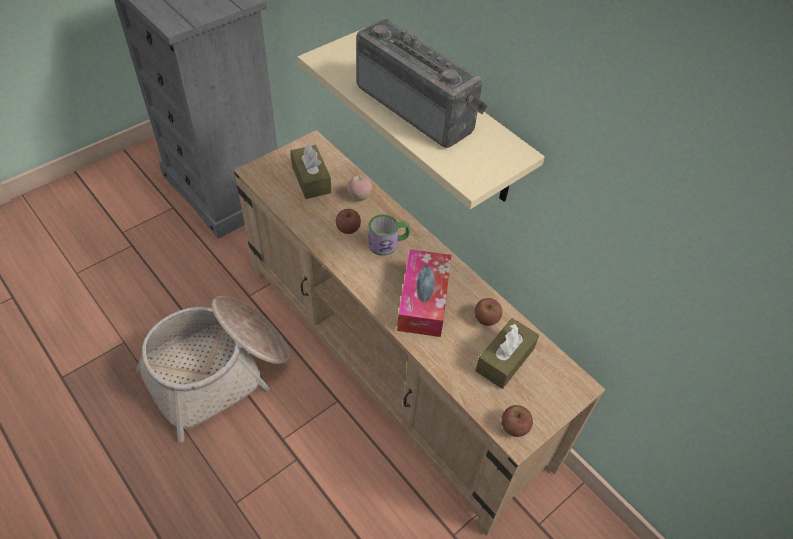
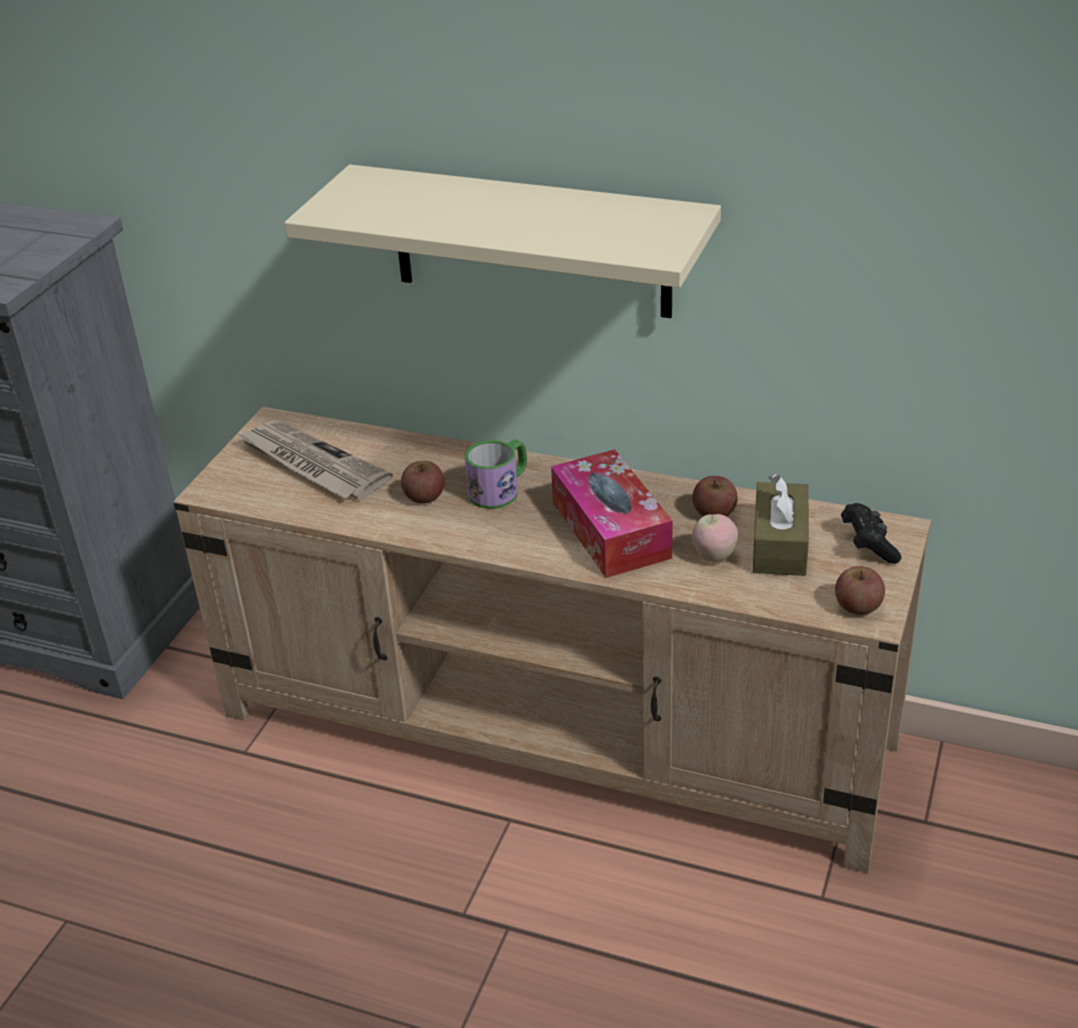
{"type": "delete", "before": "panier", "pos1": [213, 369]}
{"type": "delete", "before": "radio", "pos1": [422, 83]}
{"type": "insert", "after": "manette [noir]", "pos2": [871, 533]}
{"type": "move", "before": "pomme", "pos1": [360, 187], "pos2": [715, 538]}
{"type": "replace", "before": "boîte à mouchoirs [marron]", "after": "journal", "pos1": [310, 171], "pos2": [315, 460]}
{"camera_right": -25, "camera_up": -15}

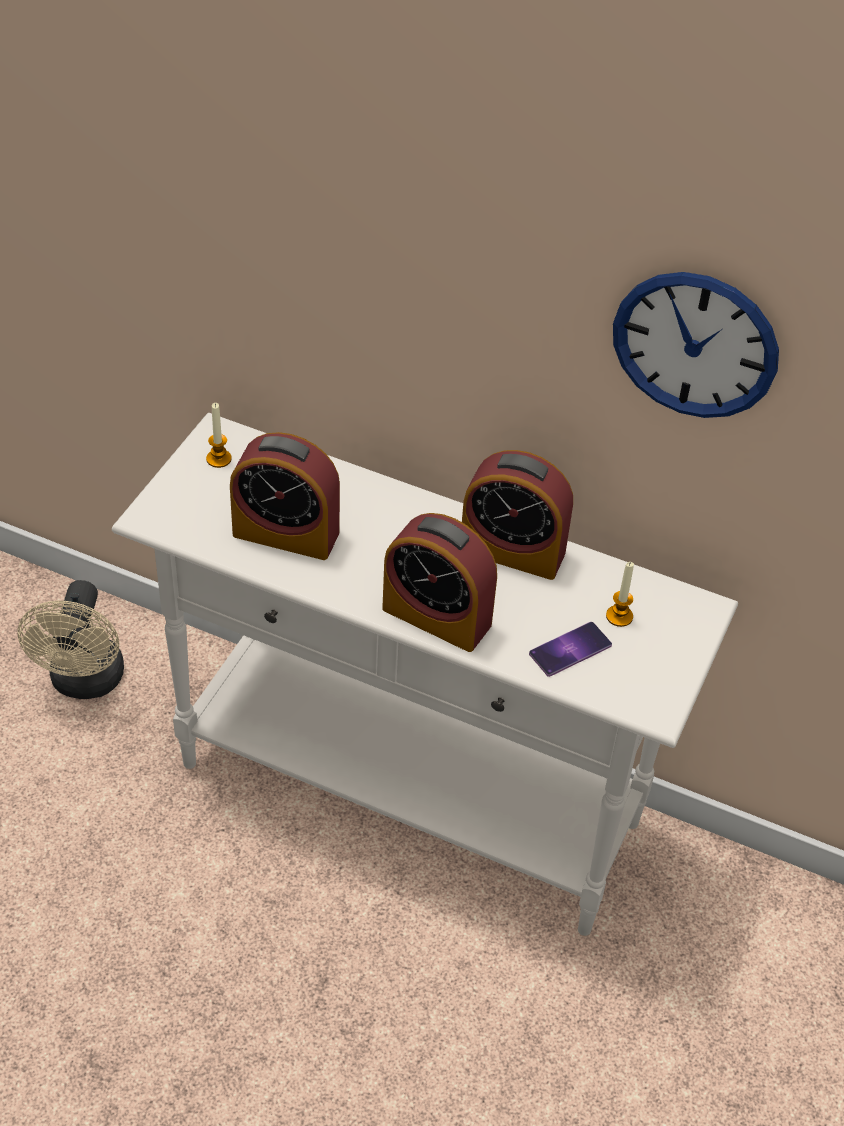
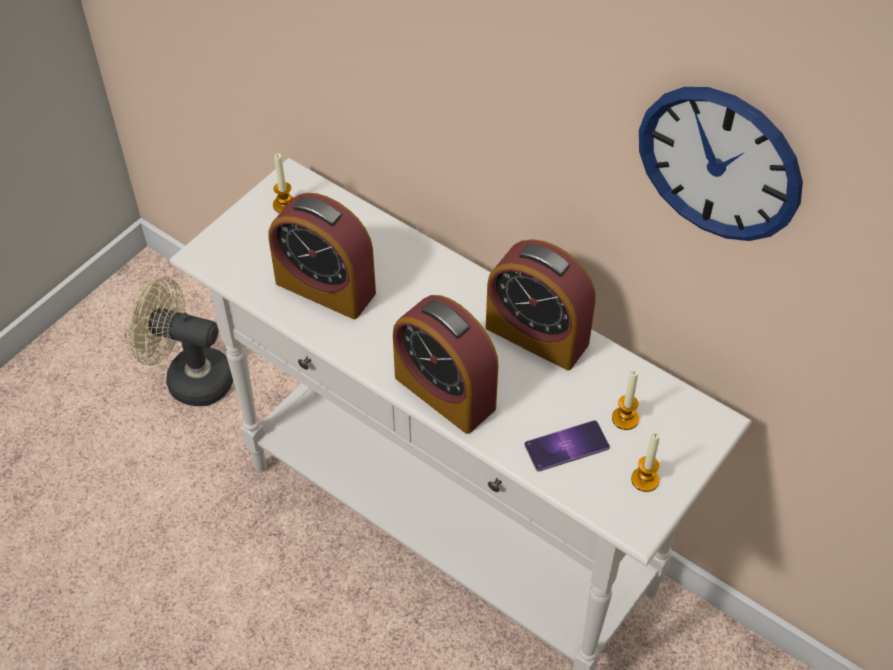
{"type": "insert", "after": "bougie", "pos2": [645, 462]}
{"type": "rotate", "before": "ventilateur [beige]", "pos1": [71, 639], "pos2": [180, 341], "turn": 90}
{"camera_right": 15, "camera_up": 5}

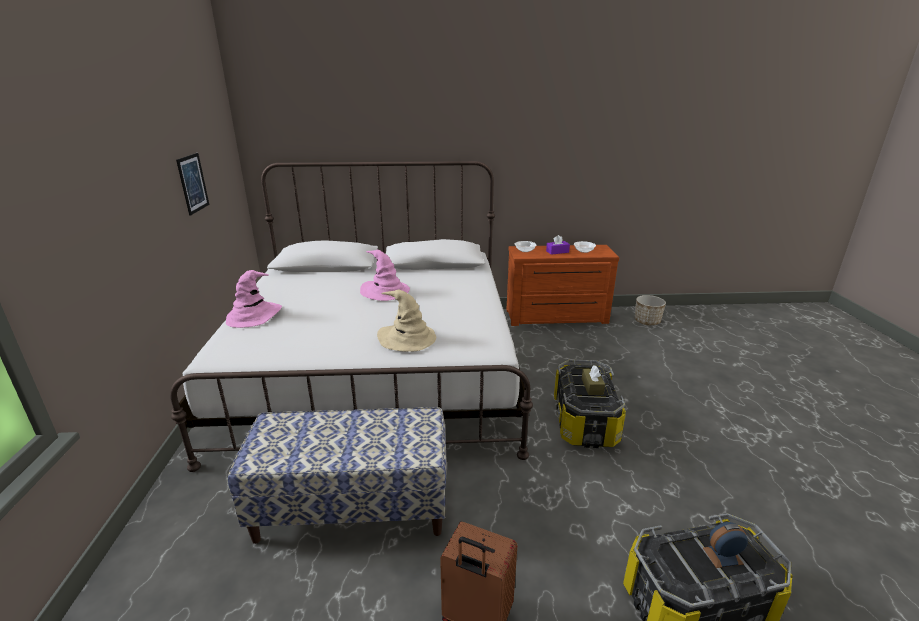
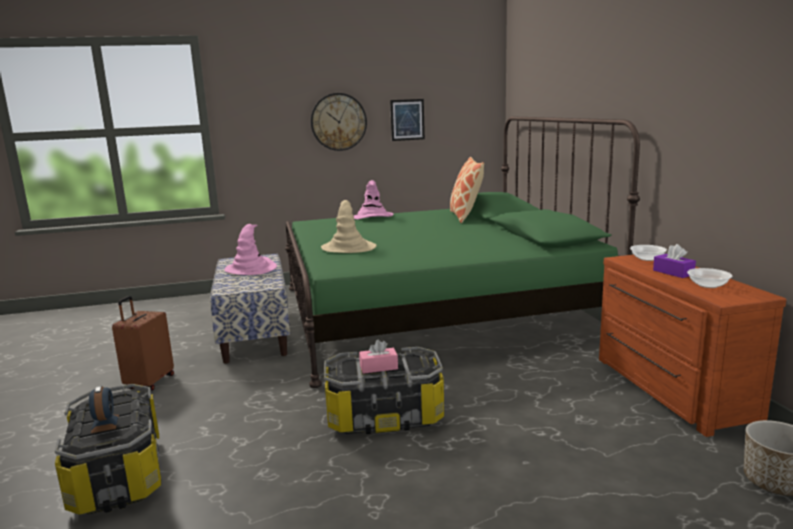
{"type": "insert", "after": "horloge murale", "pos2": [339, 122]}
{"type": "insert", "after": "coussin", "pos2": [467, 190]}
{"type": "move", "before": "chapeau [rose]", "pos1": [385, 275], "pos2": [250, 249]}
{"type": "recolor", "before": "lit [blanc]", "after": "lit [vert]", "pos1": [351, 316], "pos2": [462, 252]}
{"type": "recolor", "before": "boîte à mouchoirs [marron]", "after": "boîte à mouchoirs [rose]", "pos1": [593, 380], "pos2": [378, 357]}
{"camera_right": 80, "camera_up": -10}

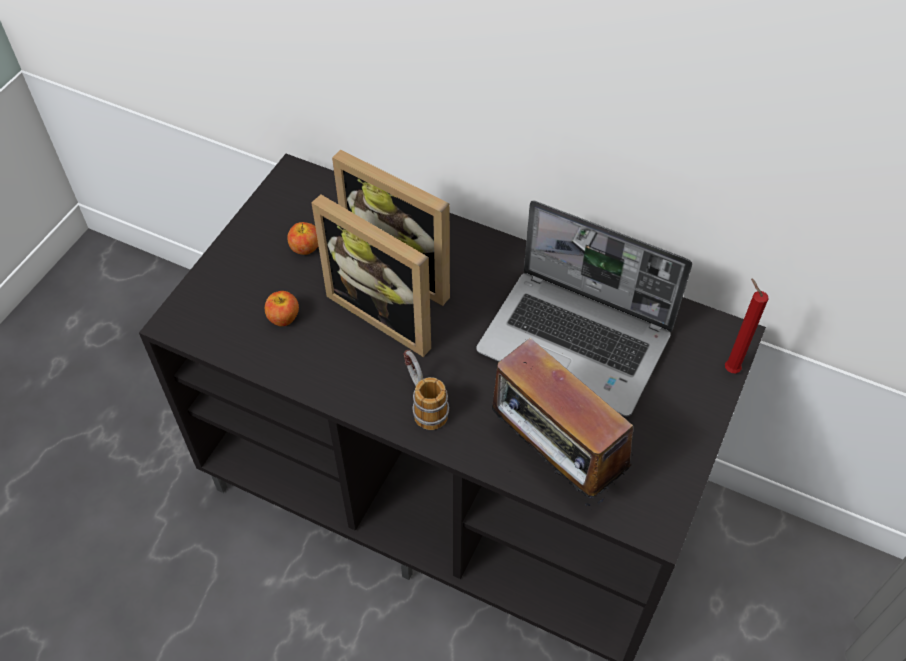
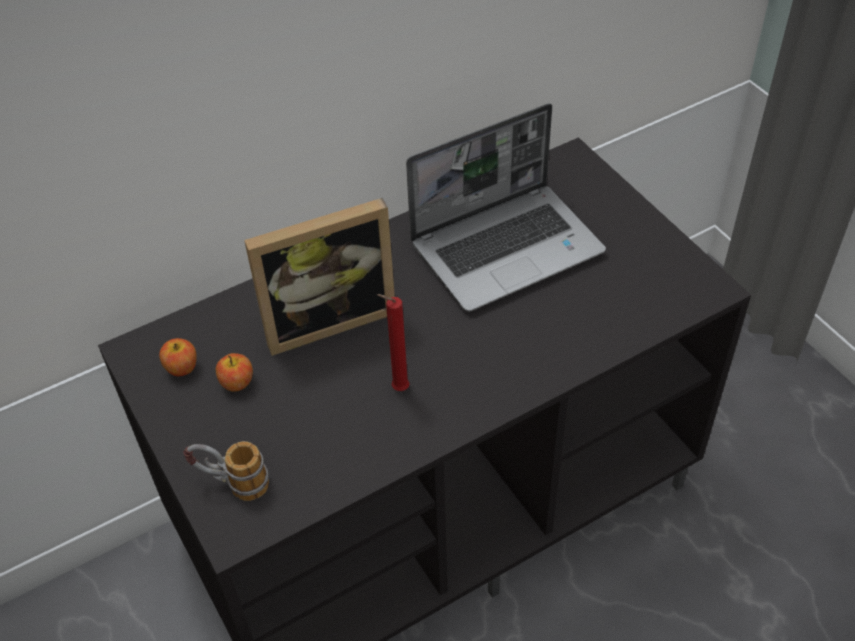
{"type": "delete", "before": "cadre photo", "pos1": [371, 275]}
{"type": "delete", "before": "radio", "pos1": [562, 422]}
{"type": "move", "before": "pomme", "pos1": [282, 308], "pos2": [178, 357]}
{"type": "move", "before": "mug", "pos1": [426, 390], "pos2": [226, 471]}
{"type": "move", "before": "bougie [rouge]", "pos1": [747, 325], "pos2": [393, 342]}
{"camera_right": -55, "camera_up": -5}

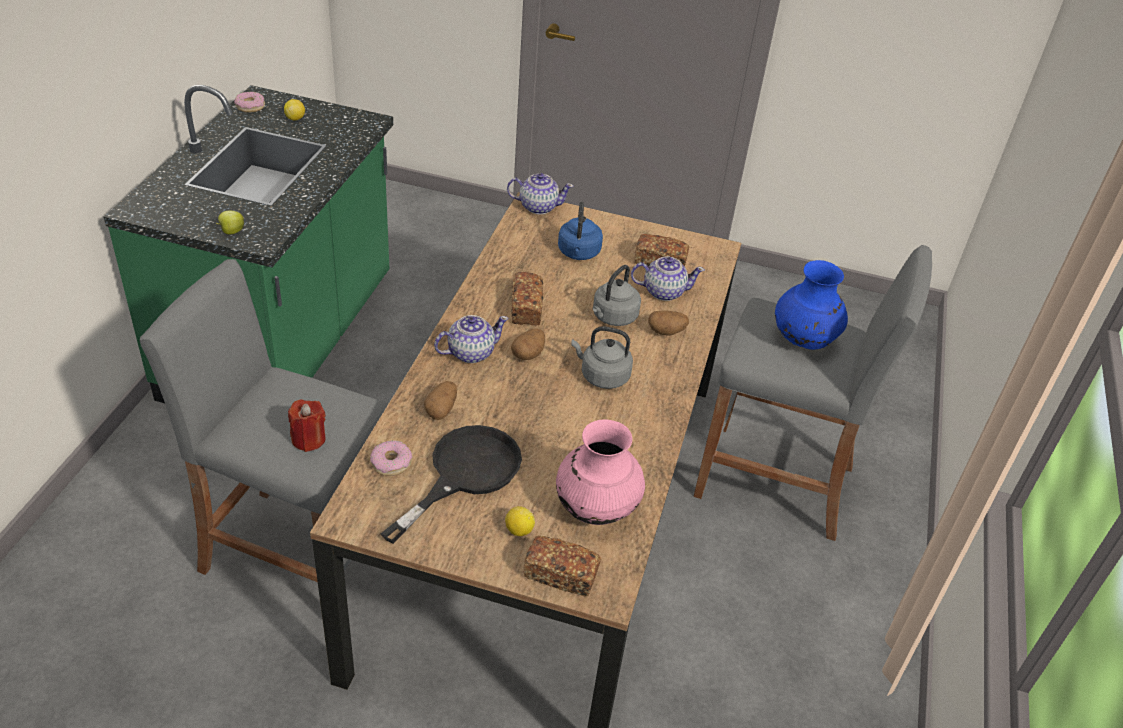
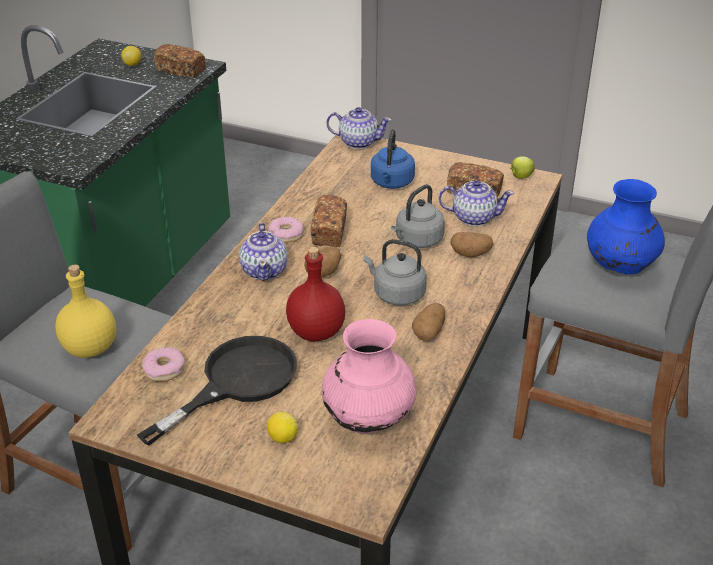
{"type": "insert", "after": "bouteille [rouge]", "pos2": [315, 294]}
{"type": "move", "before": "pomme", "pos1": [230, 222], "pos2": [522, 167]}
{"type": "move", "before": "beignet", "pos1": [249, 102], "pos2": [285, 230]}
{"type": "move", "before": "pomme de terre", "pos1": [440, 400], "pos2": [428, 322]}
{"type": "move", "before": "pain", "pos1": [562, 566], "pos2": [179, 61]}
{"type": "replace", "before": "bougie [rouge]", "after": "bouteille [jaune]", "pos1": [307, 426], "pos2": [85, 311]}
{"type": "rotate", "before": "théière", "pos1": [471, 339], "pos2": [263, 252], "turn": 105}
{"camera_right": 10, "camera_up": -5}

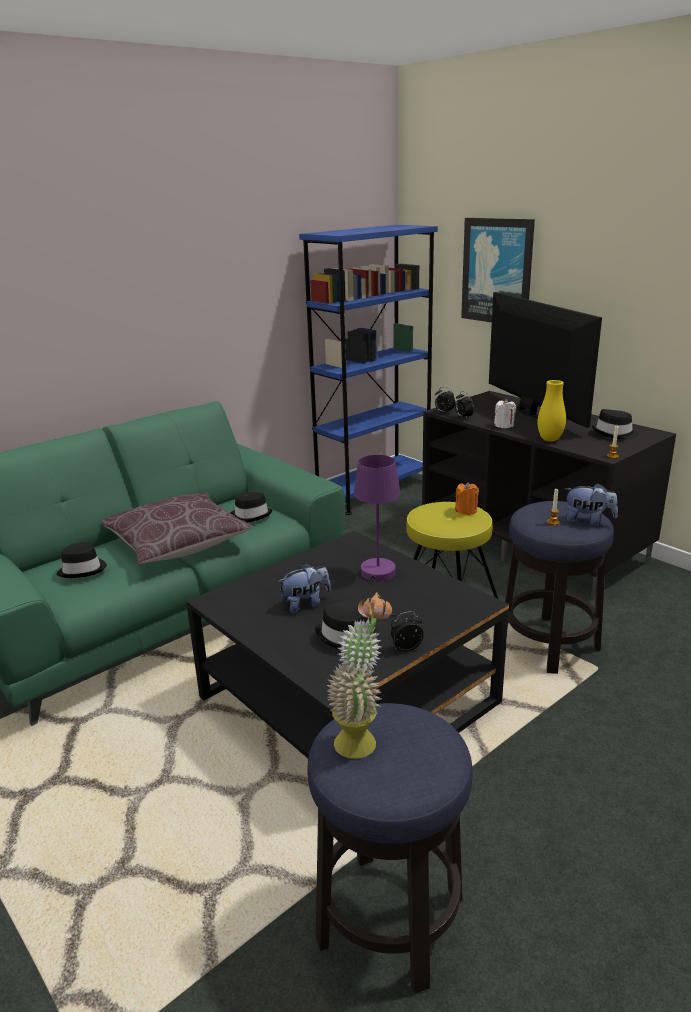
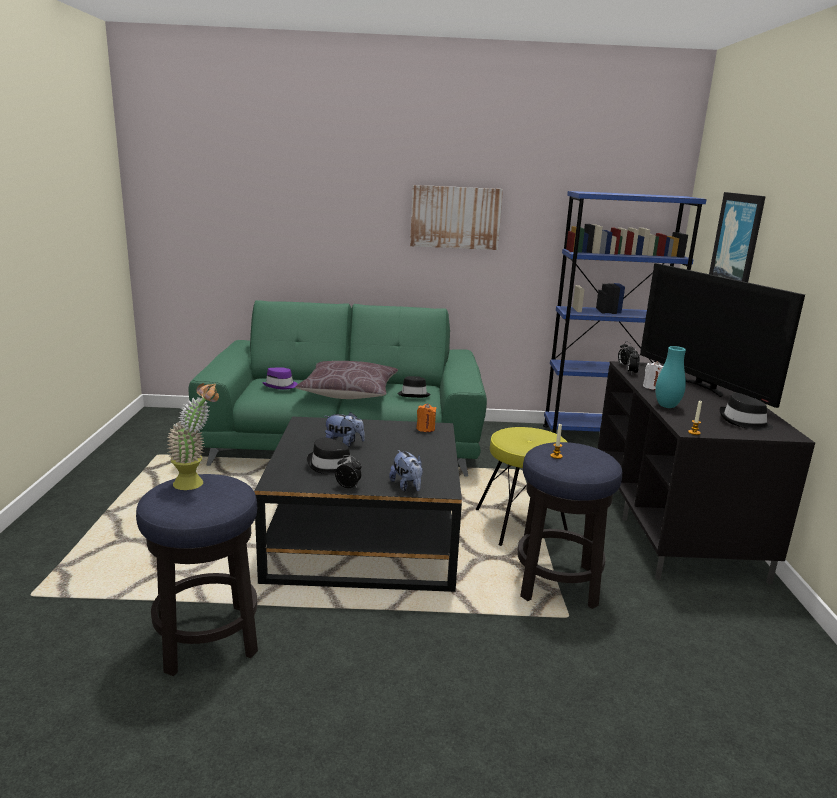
{"type": "delete", "before": "lampe de table [violet]", "pos1": [377, 535]}
{"type": "insert", "after": "tableau", "pos2": [456, 217]}
{"type": "move", "before": "bougie [orange]", "pos1": [467, 498], "pos2": [427, 417]}
{"type": "move", "before": "peluche", "pos1": [591, 504], "pos2": [406, 470]}
{"type": "recolor", "before": "chapeau [noir]", "after": "chapeau [violet]", "pos1": [81, 560], "pos2": [280, 378]}
{"type": "recolor", "before": "vase [jaune]", "after": "vase [turquoise]", "pos1": [551, 411], "pos2": [670, 377]}
{"type": "rotate", "before": "téléviseur", "pos1": [545, 360], "pos2": [722, 335], "turn": 135}
{"camera_right": 40, "camera_up": -5}

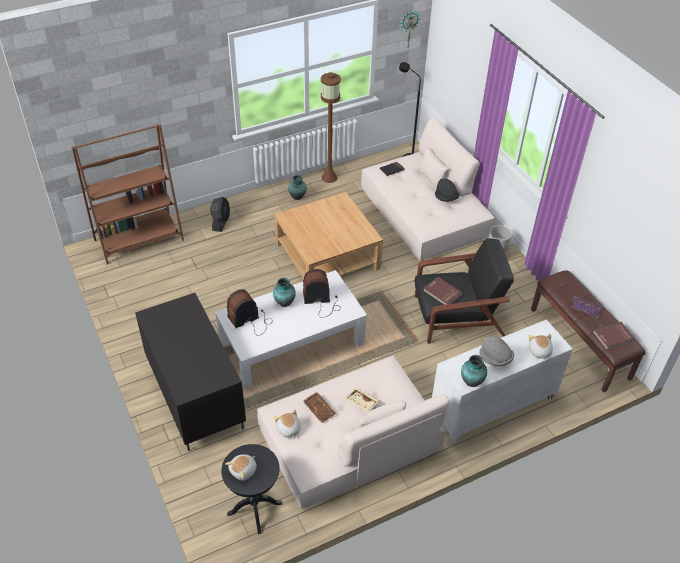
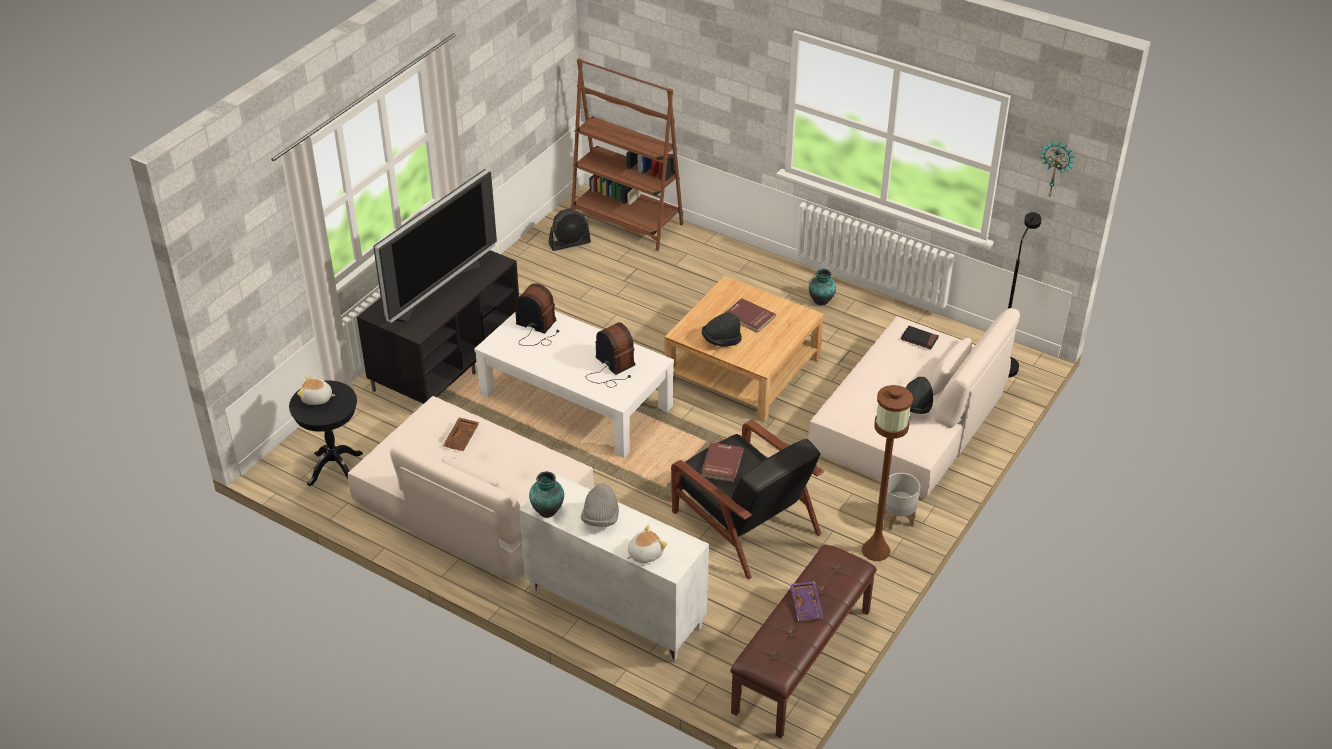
{"type": "delete", "before": "vase", "pos1": [284, 292]}
{"type": "delete", "before": "peluche", "pos1": [287, 424]}
{"type": "delete", "before": "plateau [beige]", "pos1": [362, 400]}
{"type": "insert", "after": "téléviseur", "pos2": [435, 246]}
{"type": "insert", "after": "chapeau [noir]", "pos2": [722, 329]}
{"type": "move", "before": "ventilateur [noir]", "pos1": [220, 214], "pos2": [570, 230]}
{"type": "move", "before": "lampadaire [marron]", "pos1": [331, 127], "pos2": [887, 473]}
{"type": "move", "before": "livre [rouge]", "pos1": [614, 336], "pos2": [750, 315]}
{"camera_right": 60, "camera_up": -5}

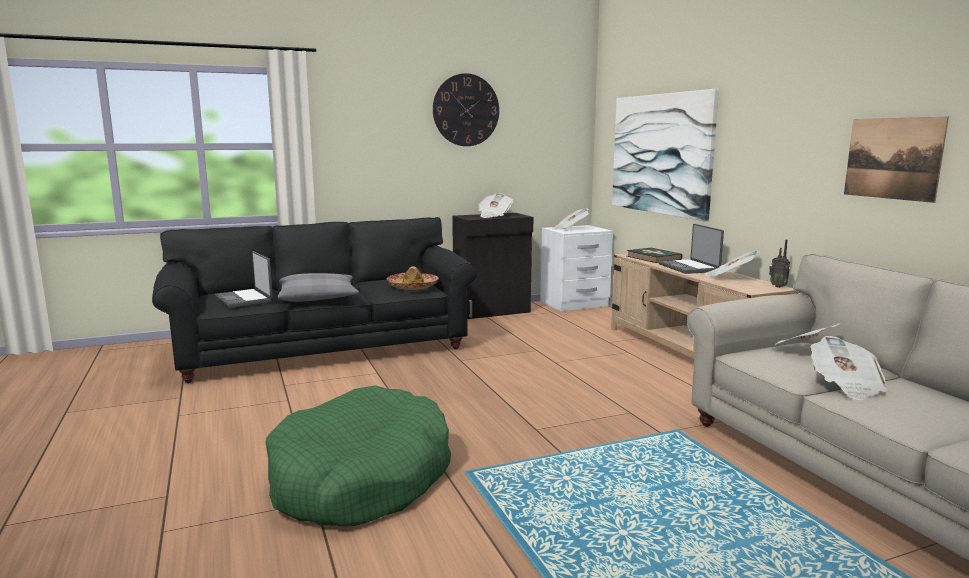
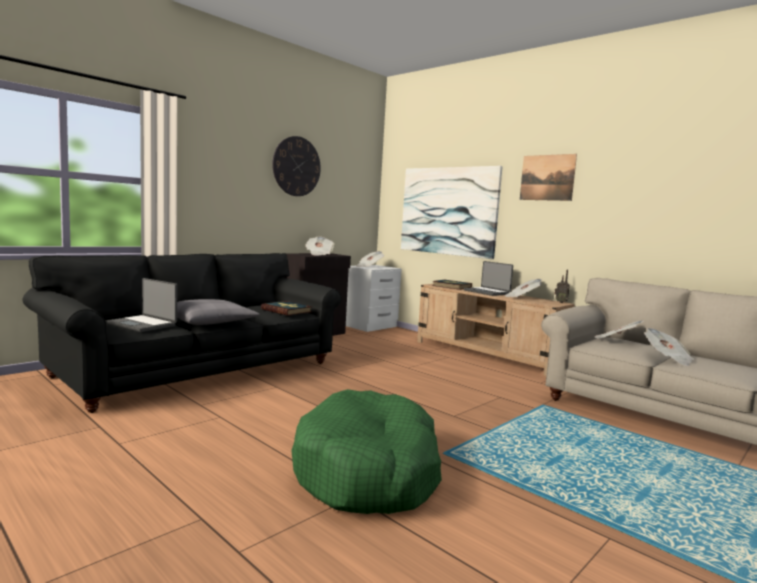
{"type": "move", "before": "tableau", "pos1": [896, 160], "pos2": [548, 177]}
{"type": "replace", "before": "chapeau", "after": "livre", "pos1": [412, 278], "pos2": [286, 308]}
{"camera_right": -25, "camera_up": -5}

